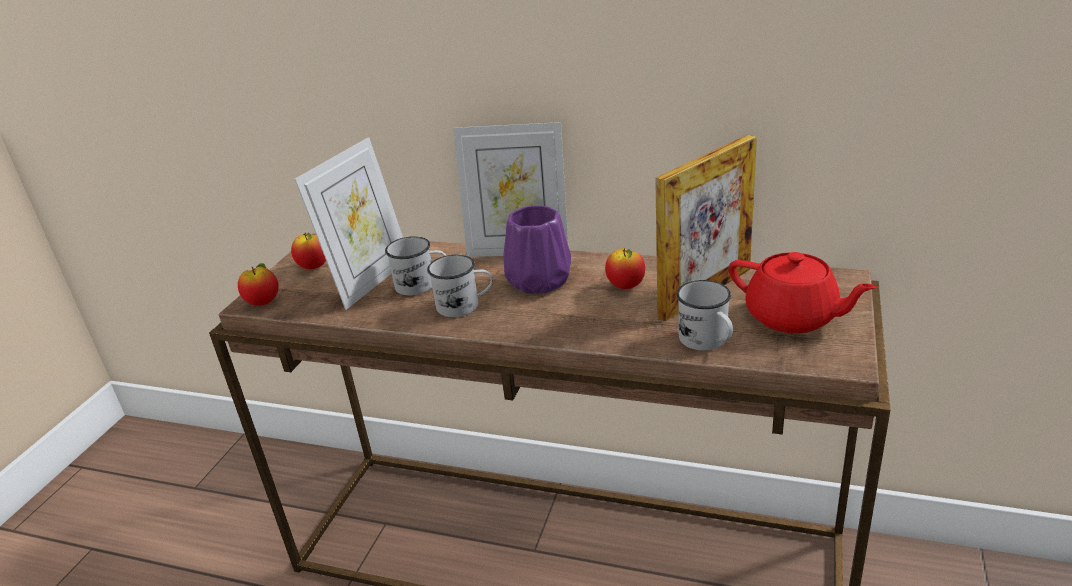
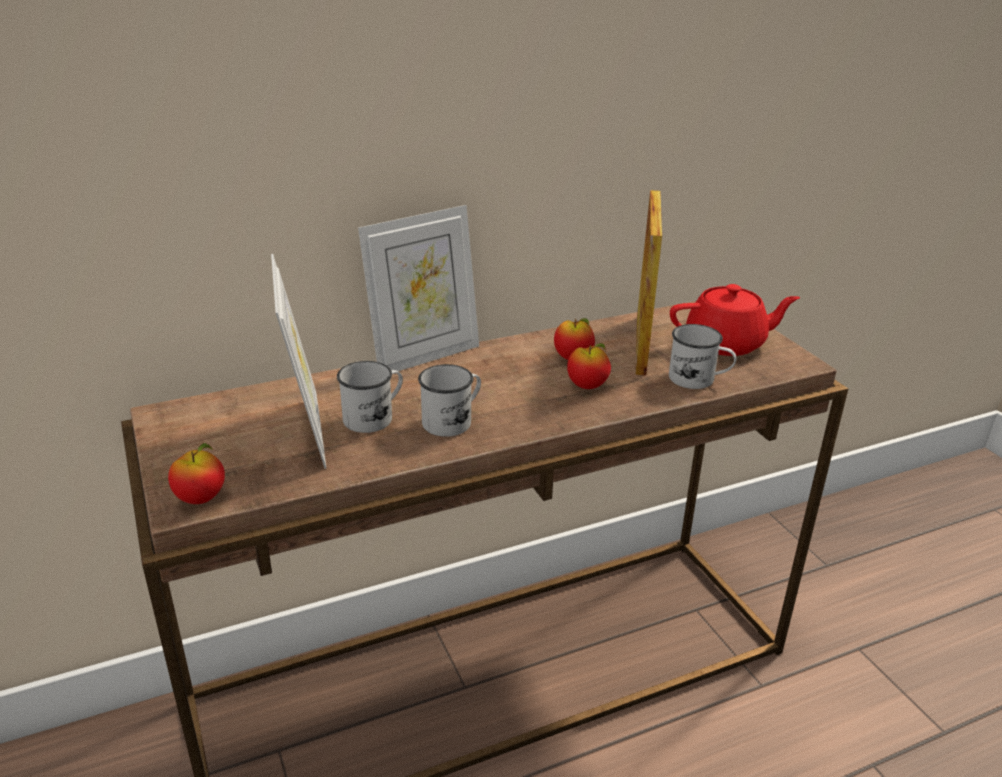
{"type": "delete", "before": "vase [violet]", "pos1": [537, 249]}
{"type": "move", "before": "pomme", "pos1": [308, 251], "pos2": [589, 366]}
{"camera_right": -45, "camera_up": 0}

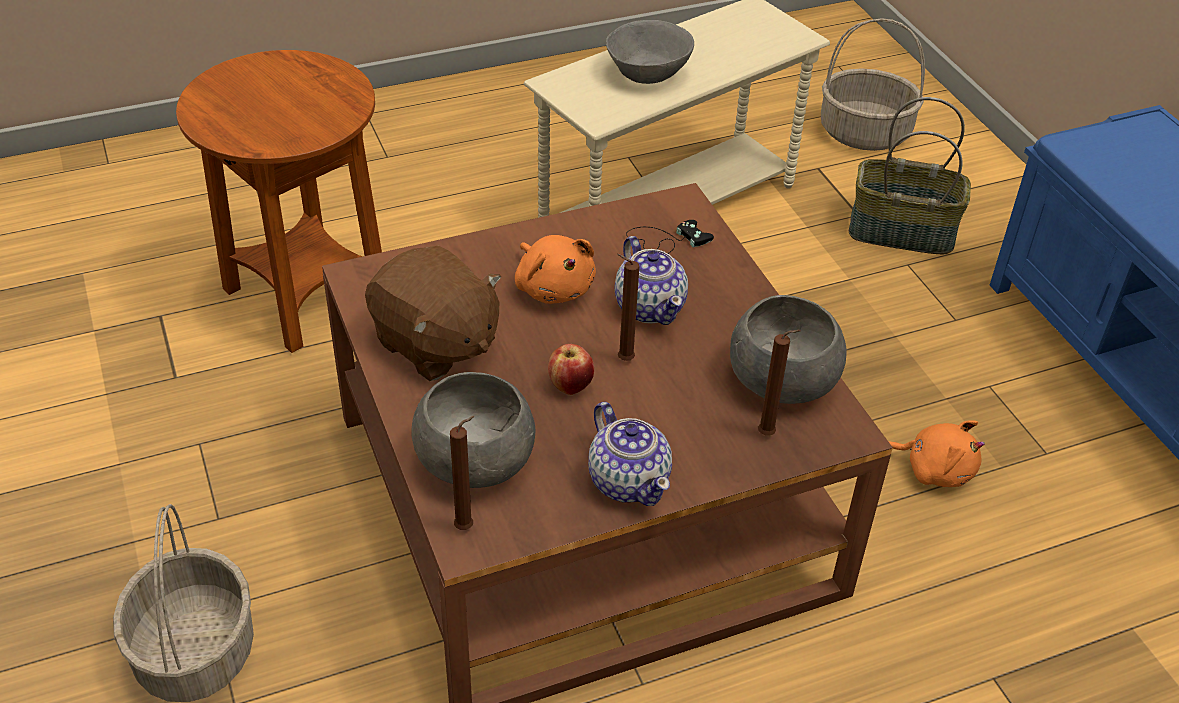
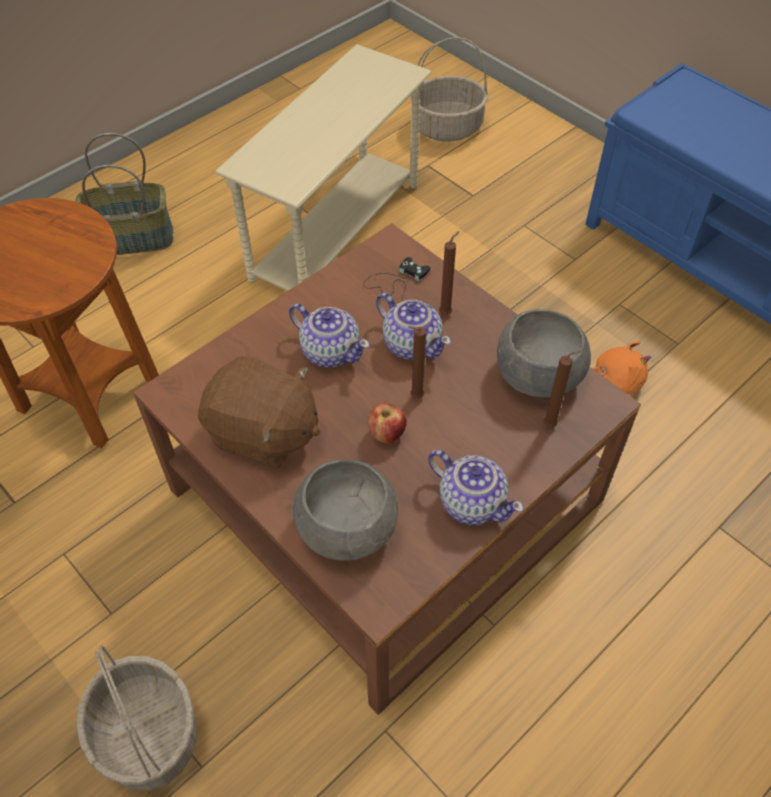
{"type": "delete", "before": "bol [gris]", "pos1": [650, 52]}
{"type": "move", "before": "bougie [marron]", "pos1": [462, 473], "pos2": [449, 273]}
{"type": "move", "before": "panier", "pos1": [910, 175], "pos2": [124, 194]}
{"type": "replace", "before": "peluche [orange]", "after": "théière", "pos1": [555, 269], "pos2": [329, 335]}
{"camera_right": -20, "camera_up": 10}

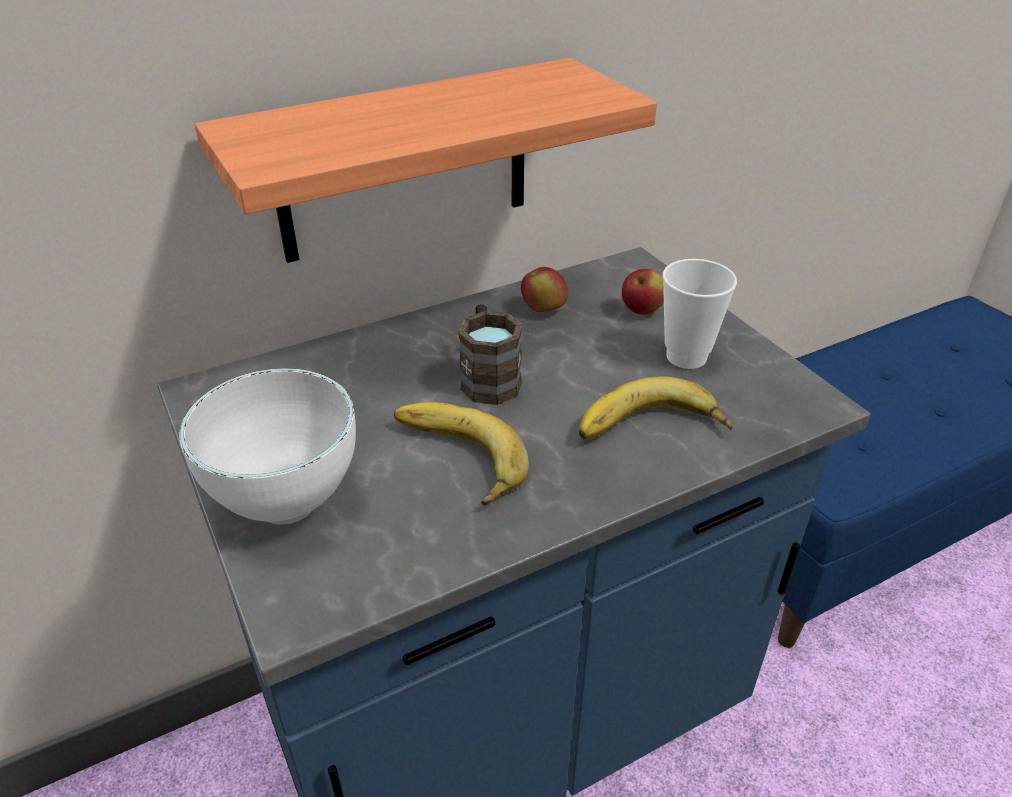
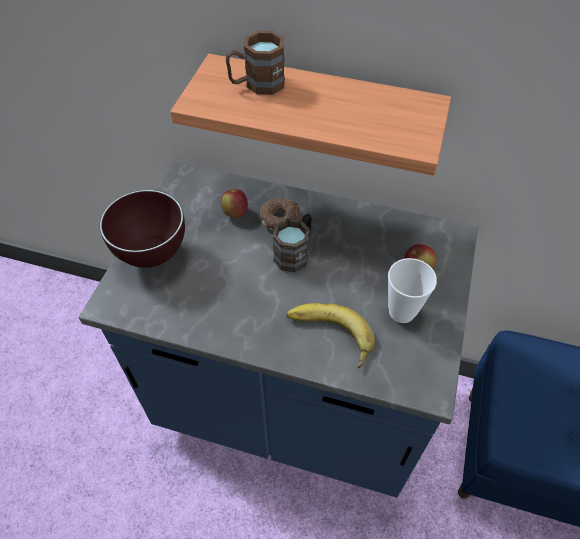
{"type": "delete", "before": "banane", "pos1": [461, 453]}
{"type": "insert", "after": "mug [marron]", "pos2": [255, 63]}
{"type": "insert", "after": "beignet", "pos2": [280, 214]}
{"type": "move", "before": "pomme", "pos1": [544, 289], "pos2": [234, 203]}
{"type": "recolor", "before": "bol [blanc]", "after": "bol [marron]", "pos1": [267, 446], "pos2": [142, 229]}
{"camera_right": 45, "camera_up": 15}

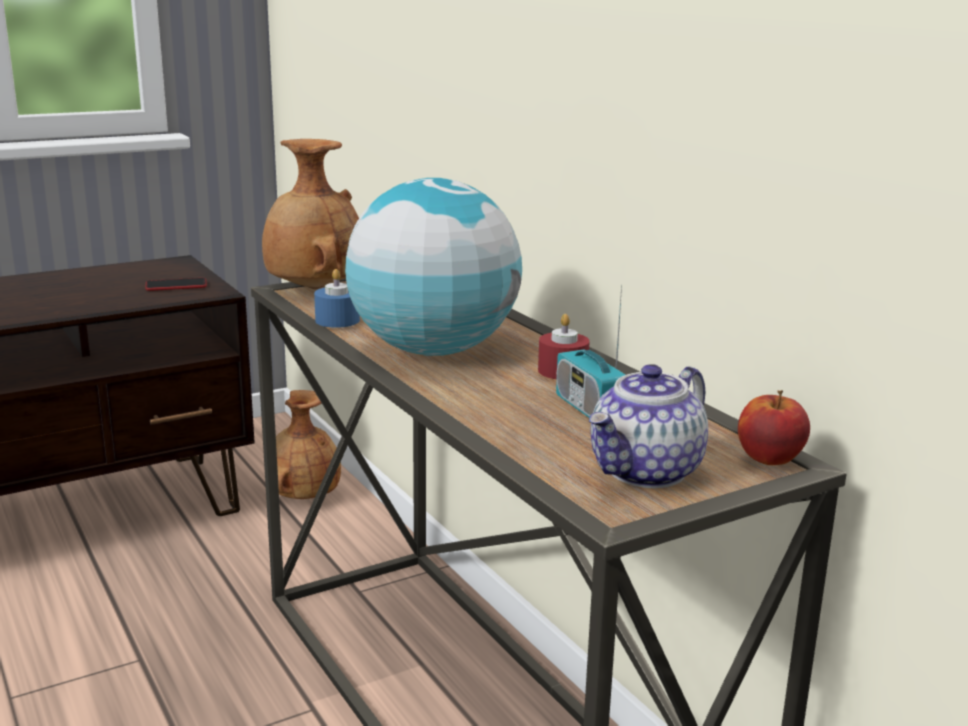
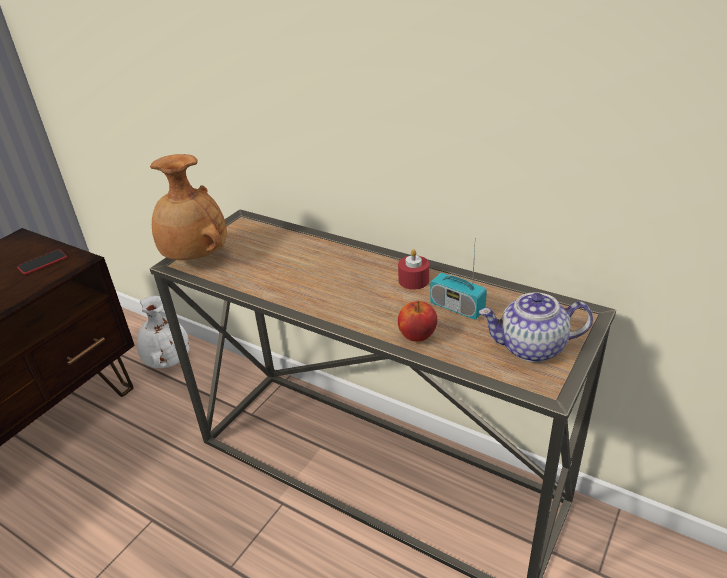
{"type": "delete", "before": "bougie [bleu]", "pos1": [337, 298]}
{"type": "delete", "before": "globe", "pos1": [433, 267]}
{"type": "move", "before": "pomme", "pos1": [774, 427], "pos2": [417, 321]}
{"type": "recolor", "before": "vase [marron]", "after": "vase [blanc]", "pos1": [308, 444], "pos2": [163, 332]}
{"type": "rotate", "before": "théière", "pos1": [648, 426], "pos2": [536, 327], "turn": 75}
{"camera_right": -25, "camera_up": 15}

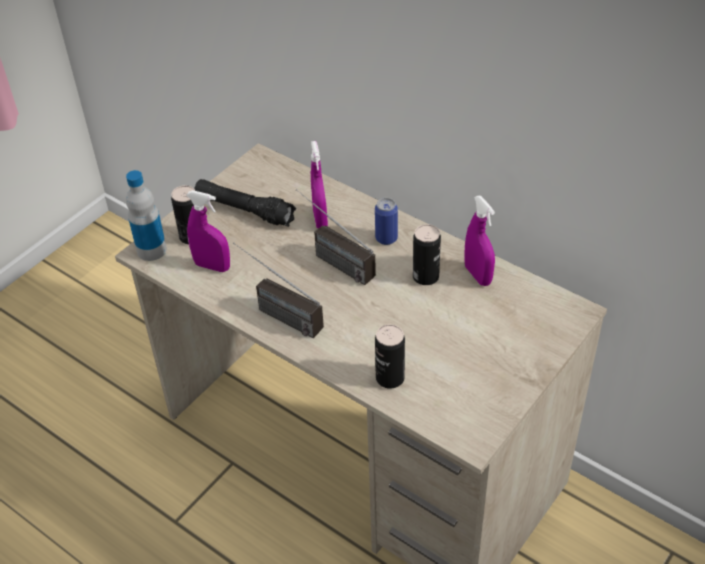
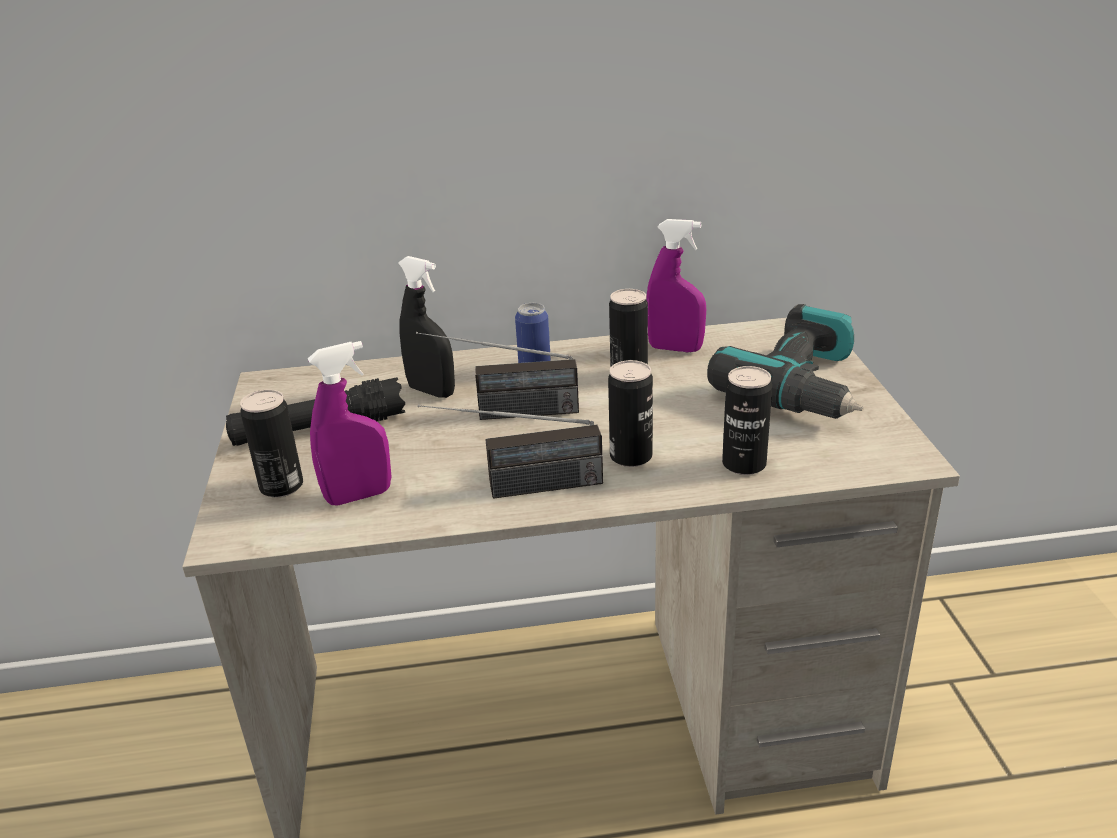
{"type": "delete", "before": "bouteille", "pos1": [146, 215]}
{"type": "insert", "after": "boîte métallique", "pos2": [630, 413]}
{"type": "insert", "after": "perceuse", "pos2": [785, 361]}
{"type": "recolor", "before": "vaporisateur [violet]", "after": "vaporisateur [noir]", "pos1": [319, 185], "pos2": [426, 327]}
{"camera_right": -45, "camera_up": -15}

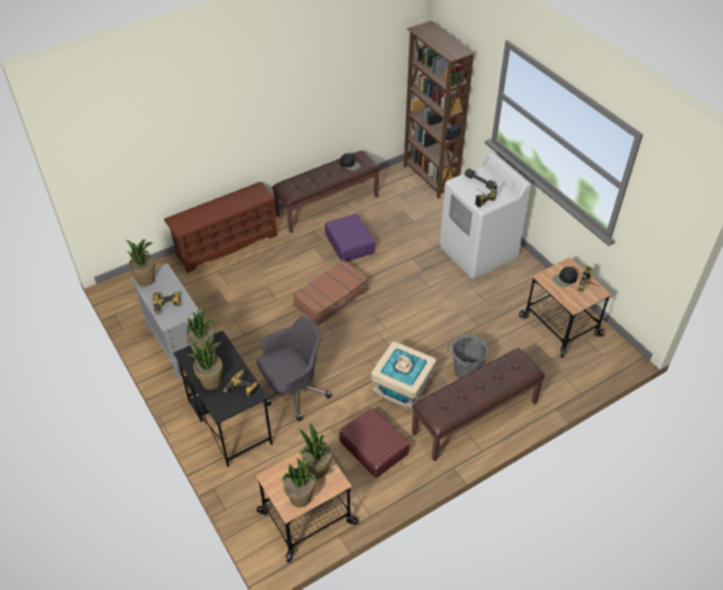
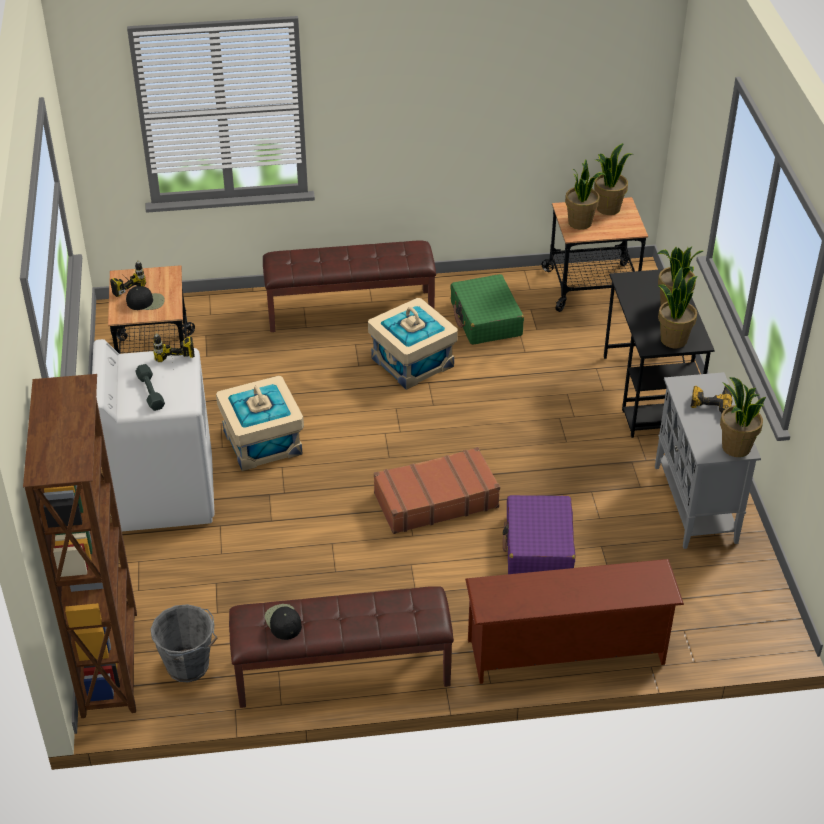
{"type": "delete", "before": "perceuse", "pos1": [241, 384]}
{"type": "delete", "before": "chaise de bureau [gris]", "pos1": [294, 368]}
{"type": "insert", "after": "boîte de rangement [beige]", "pos2": [260, 423]}
{"type": "move", "before": "valise [violet]", "pos1": [350, 238], "pos2": [539, 534]}
{"type": "move", "before": "seau [gris]", "pos1": [468, 356], "pos2": [184, 643]}
{"type": "recolor", "before": "valise [rouge]", "after": "valise [vert]", "pos1": [374, 443], "pos2": [487, 309]}
{"camera_right": -155, "camera_up": -5}

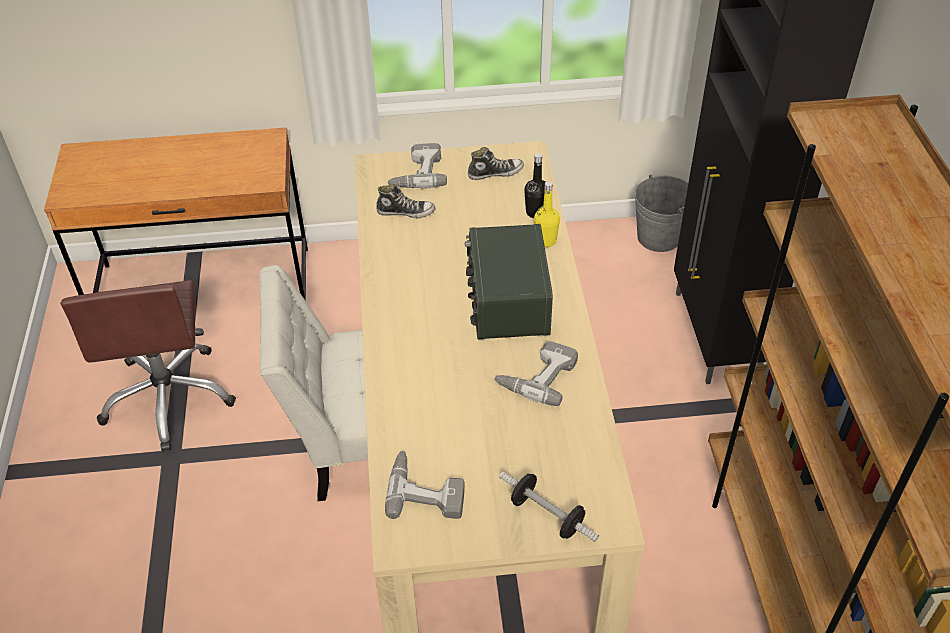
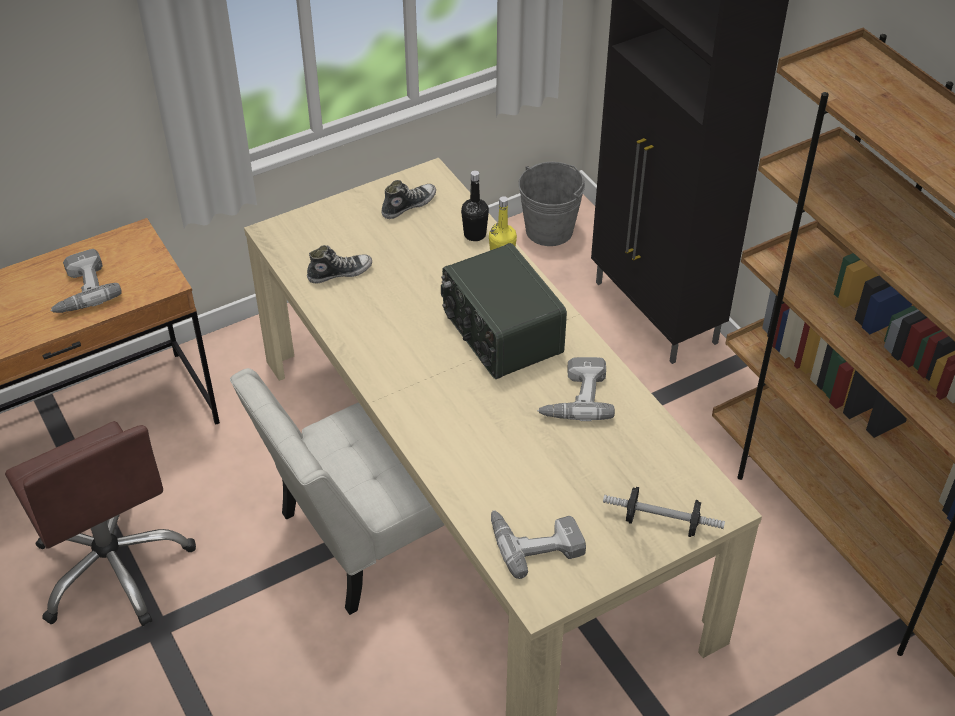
{"type": "move", "before": "perceuse", "pos1": [417, 166], "pos2": [86, 281]}
{"camera_right": -25, "camera_up": 0}

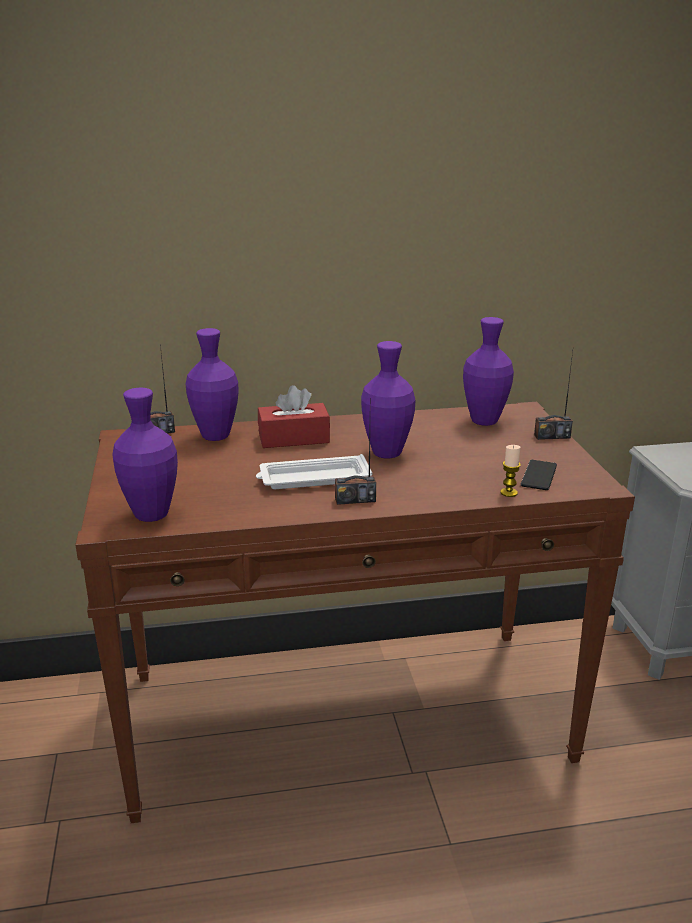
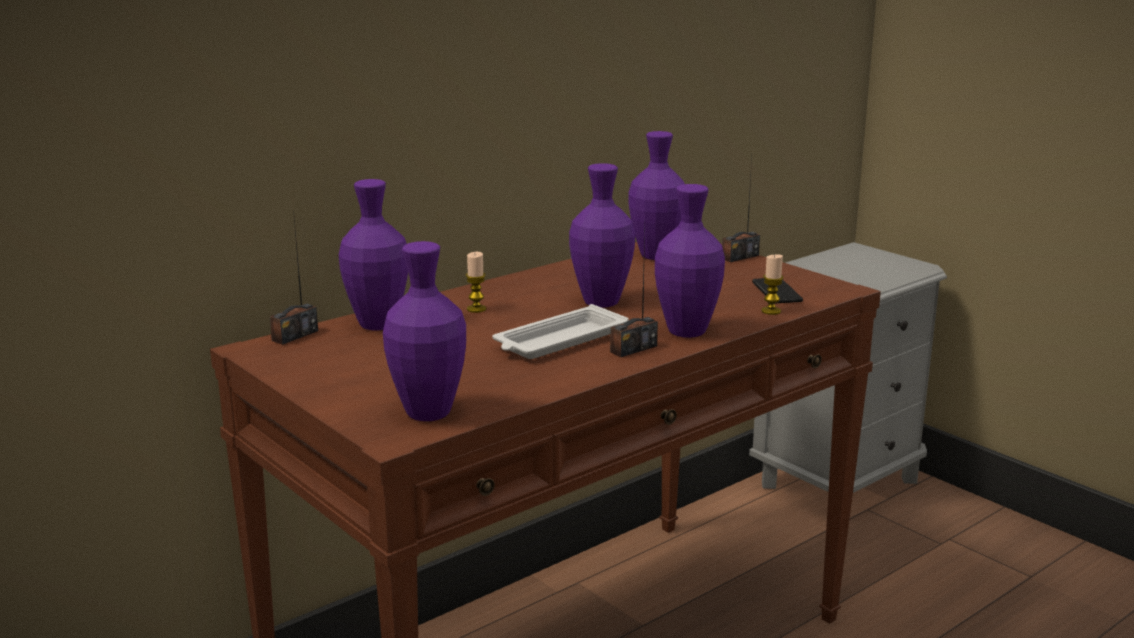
{"type": "insert", "after": "vase [violet]", "pos2": [690, 261]}
{"type": "replace", "before": "boîte à mouchoirs [rouge]", "after": "bougie", "pos1": [294, 416], "pos2": [476, 282]}
{"camera_right": -30, "camera_up": -5}

